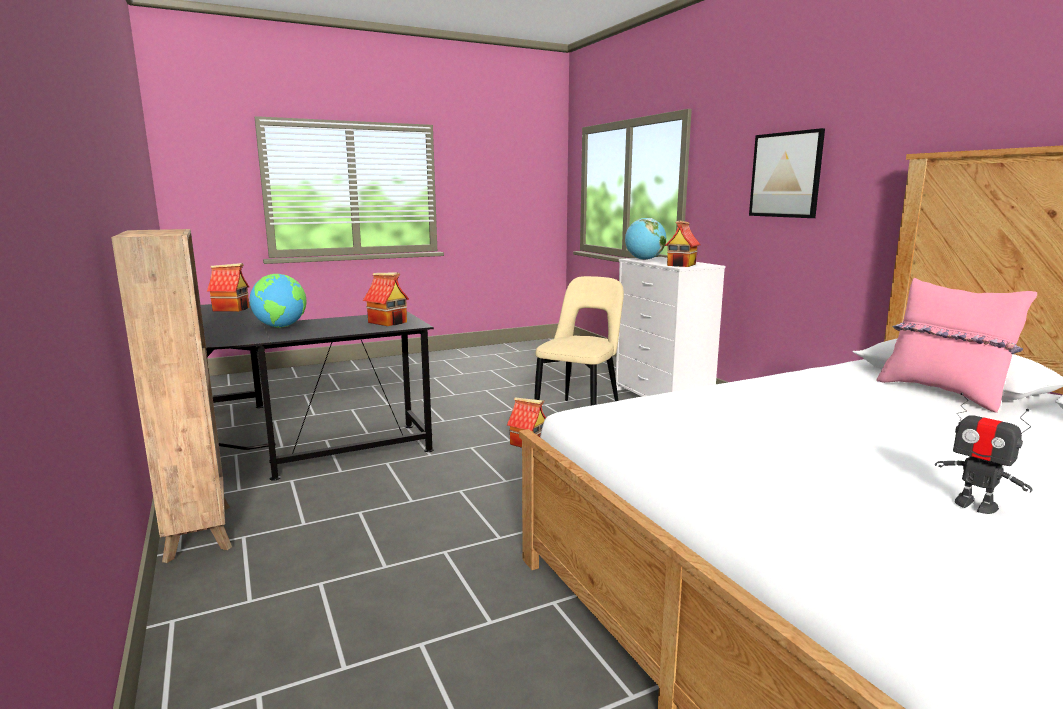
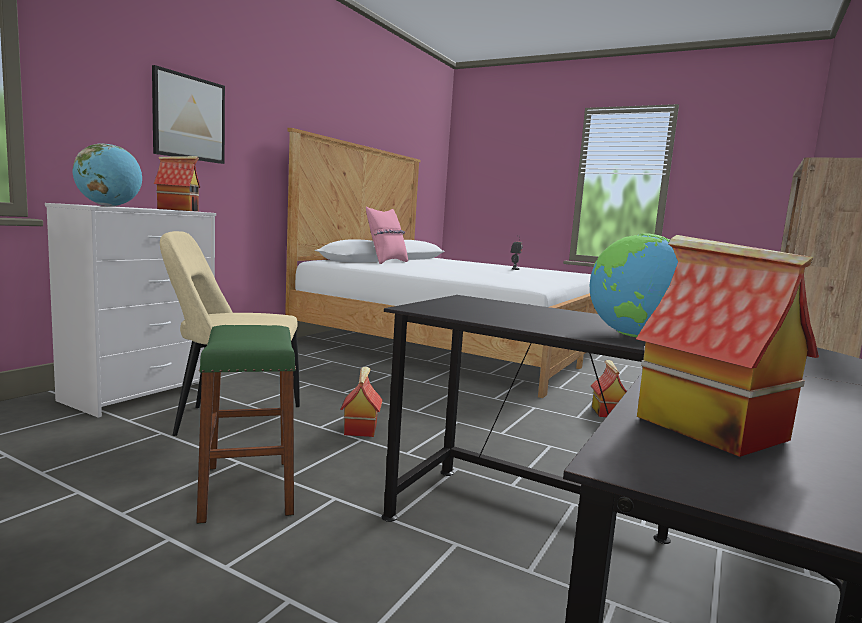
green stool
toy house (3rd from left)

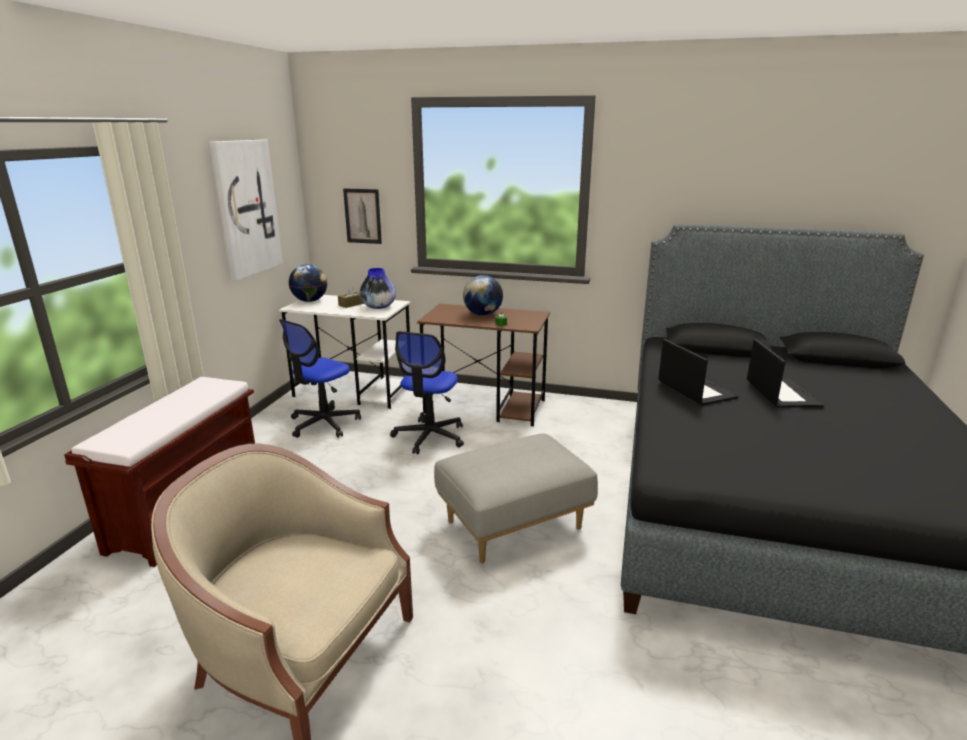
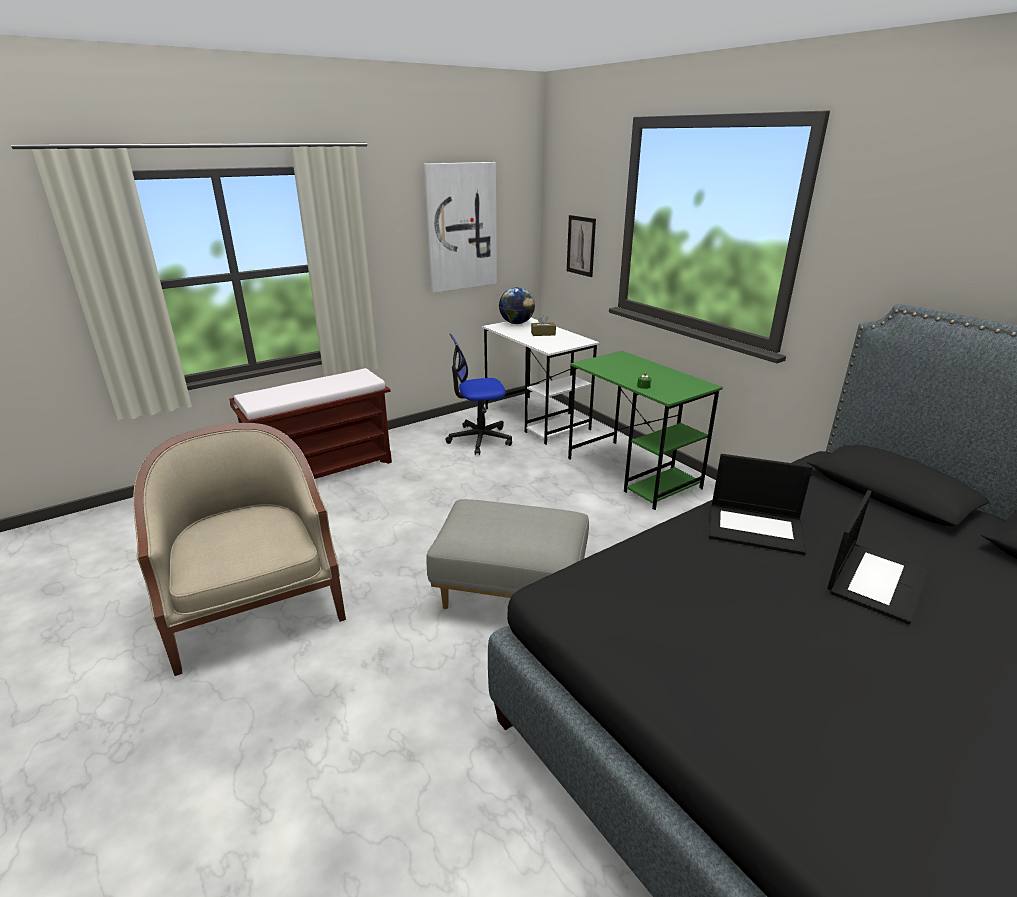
vase
office chair (2nd from left in the first image)
globe (2nd from left in the first image)
green desk
laptop (1st from left)

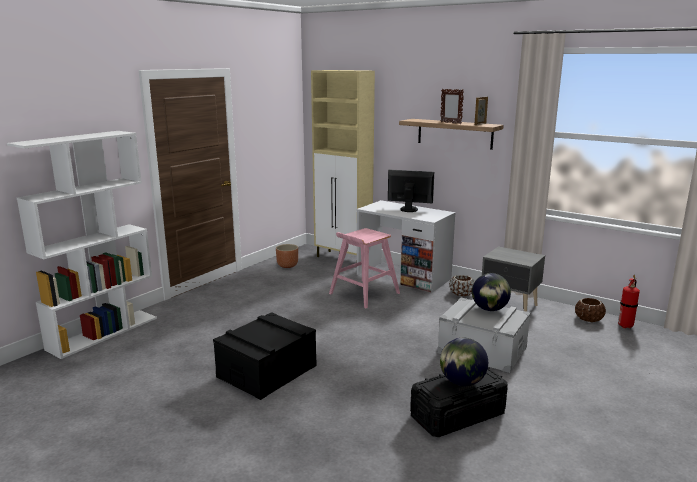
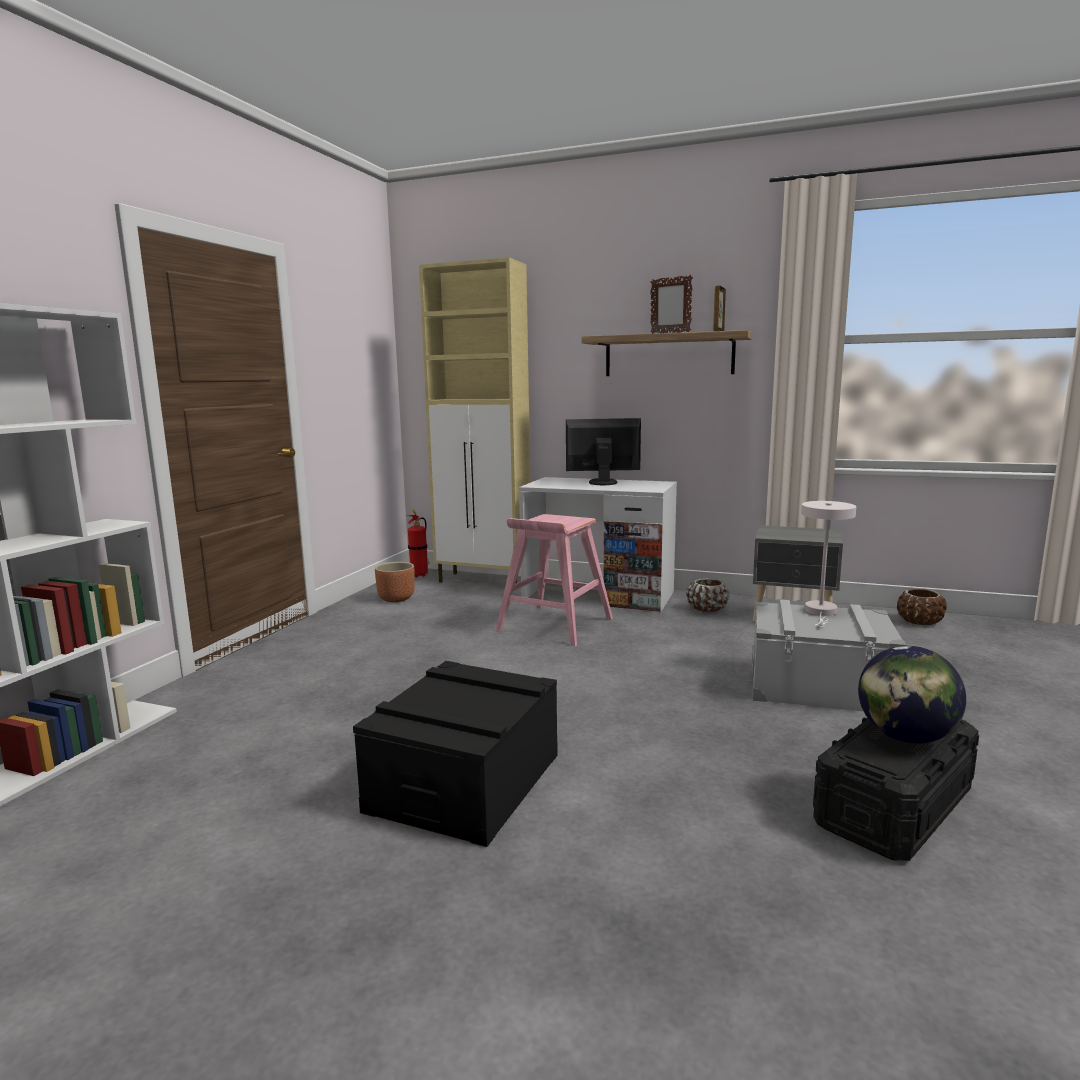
fire extinguisher
white table lamp

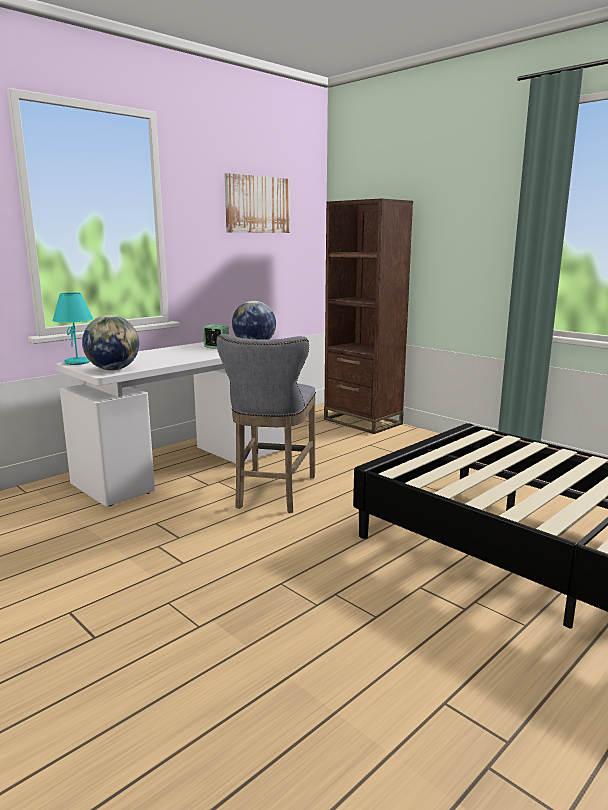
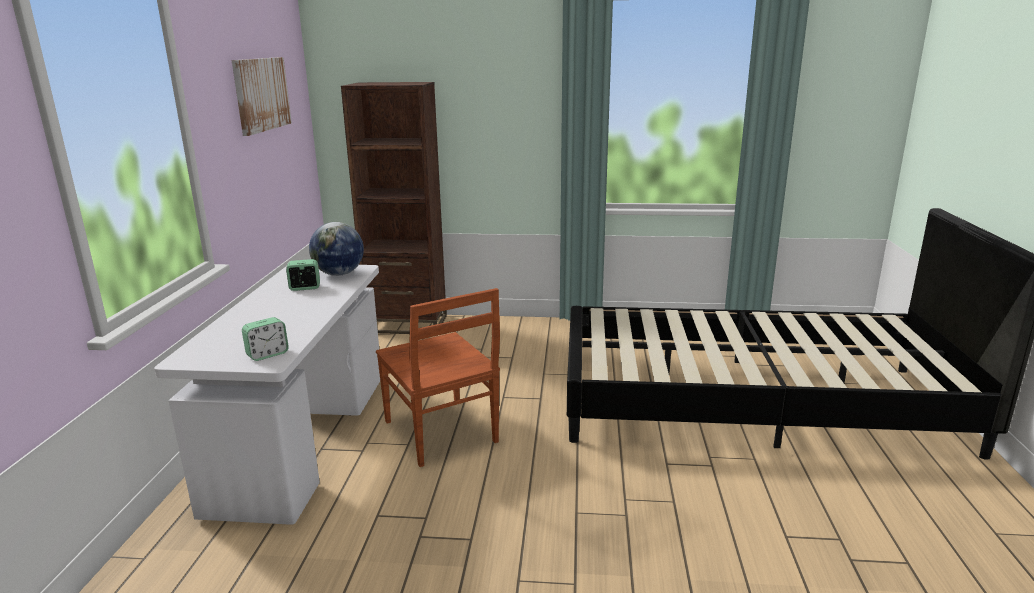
turquoise table lamp
alarm clock (1st from left)
brown chair

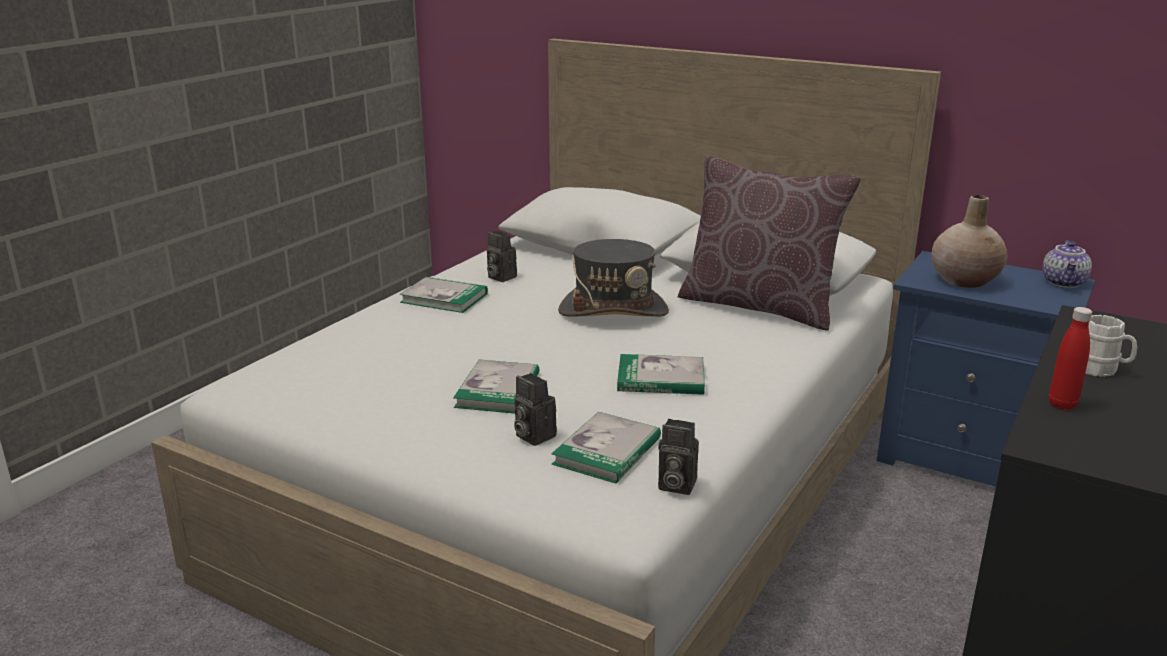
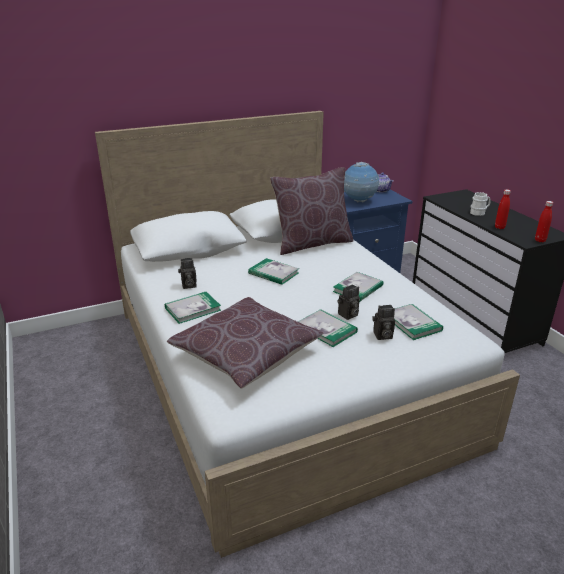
brown pillow (1st from left)
red bottle (2nd from left)
photo camera (2nd from left)
book (2nd from left)
globe

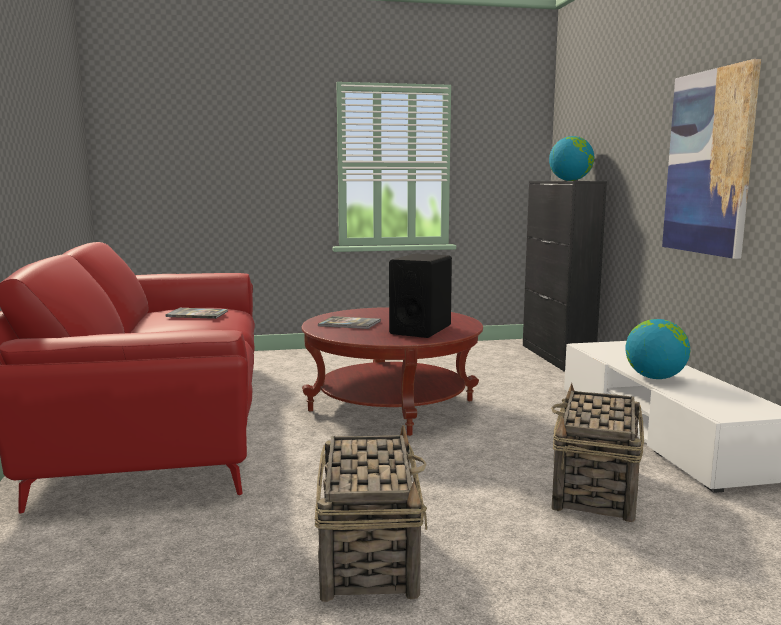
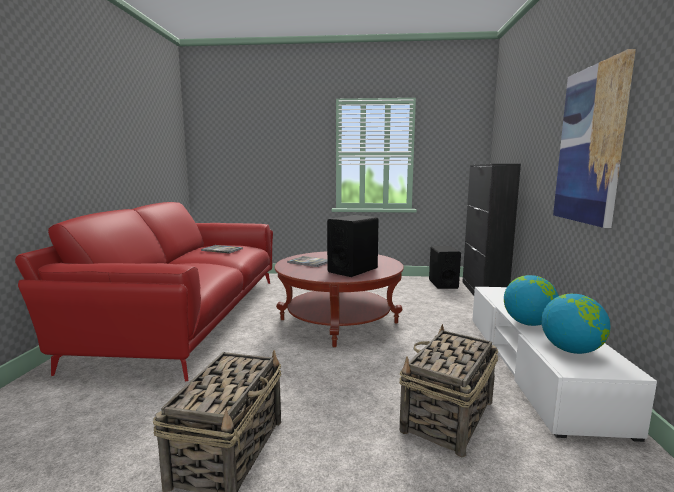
black speaker (2nd from left)
globe (2nd from left)

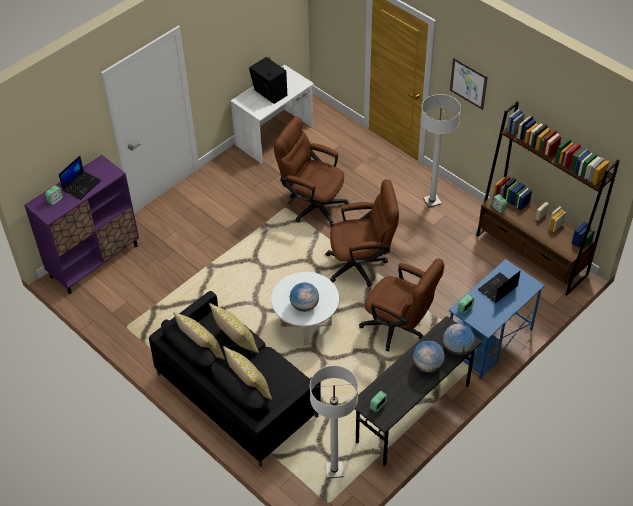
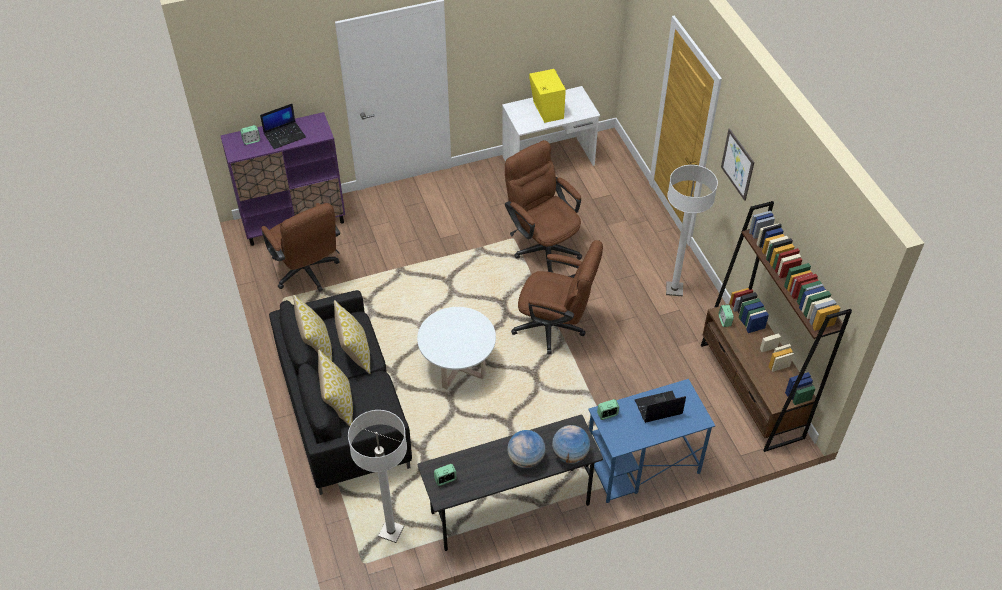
globe (1st from left in the first image)
brown office chair (1st from left)
yellow speaker

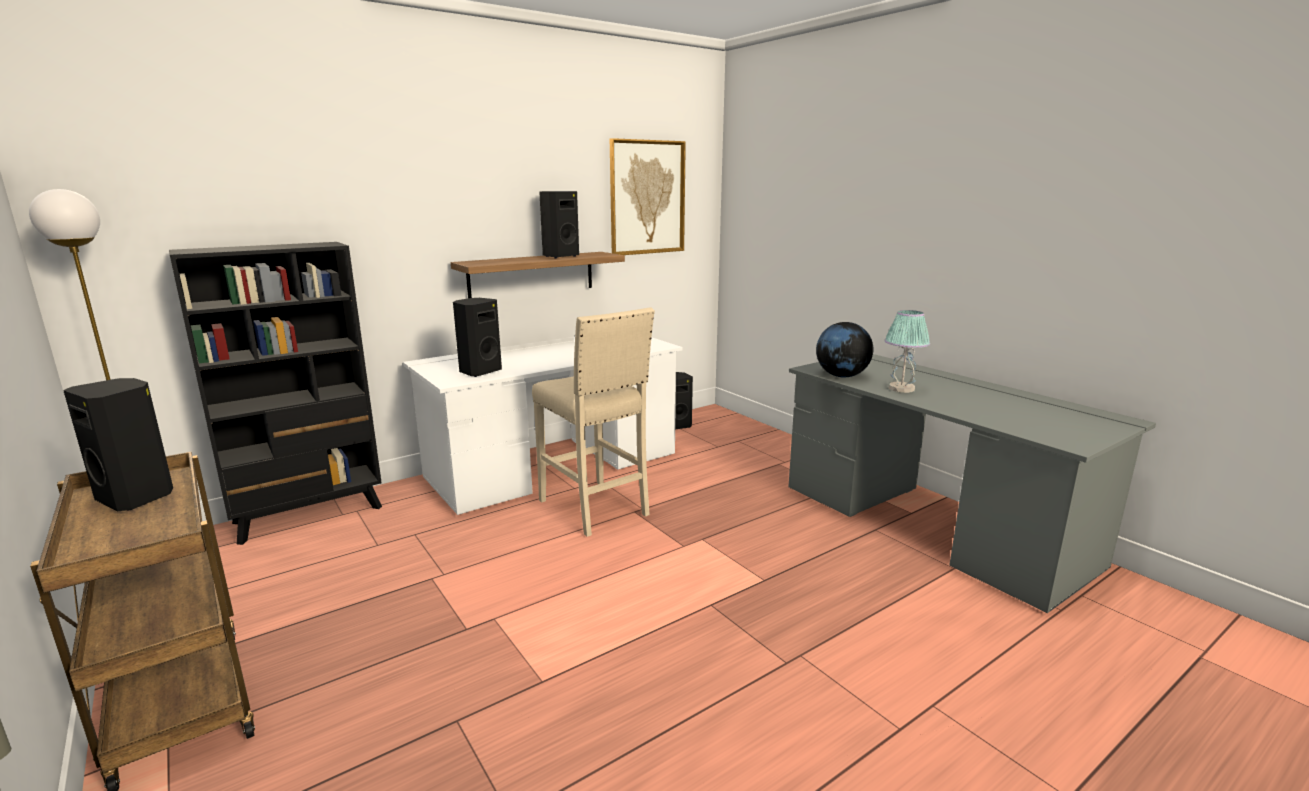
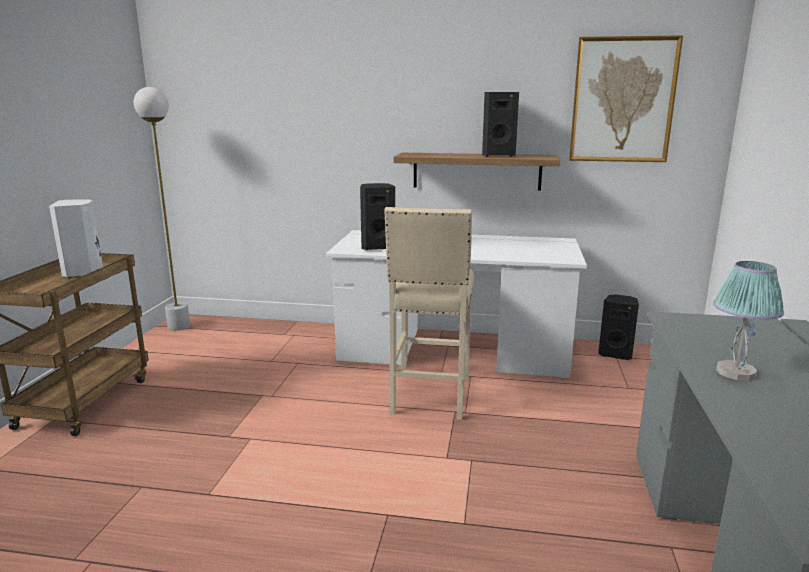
black bookcase
globe
white speaker

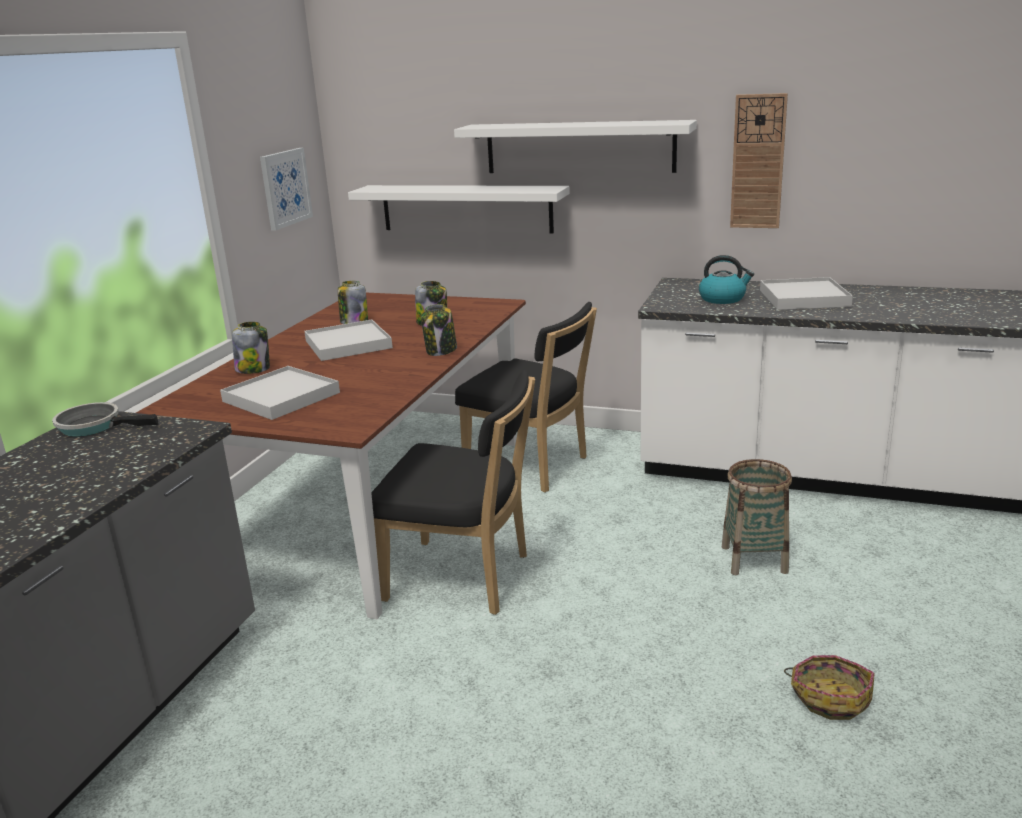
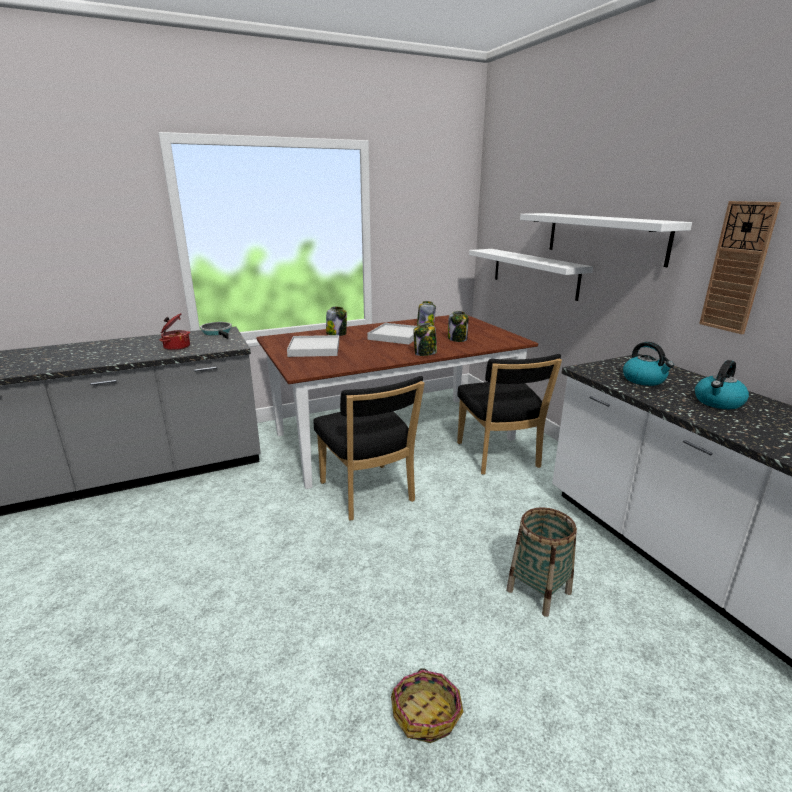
picture
cooking pot
kettle (2nd from left)

